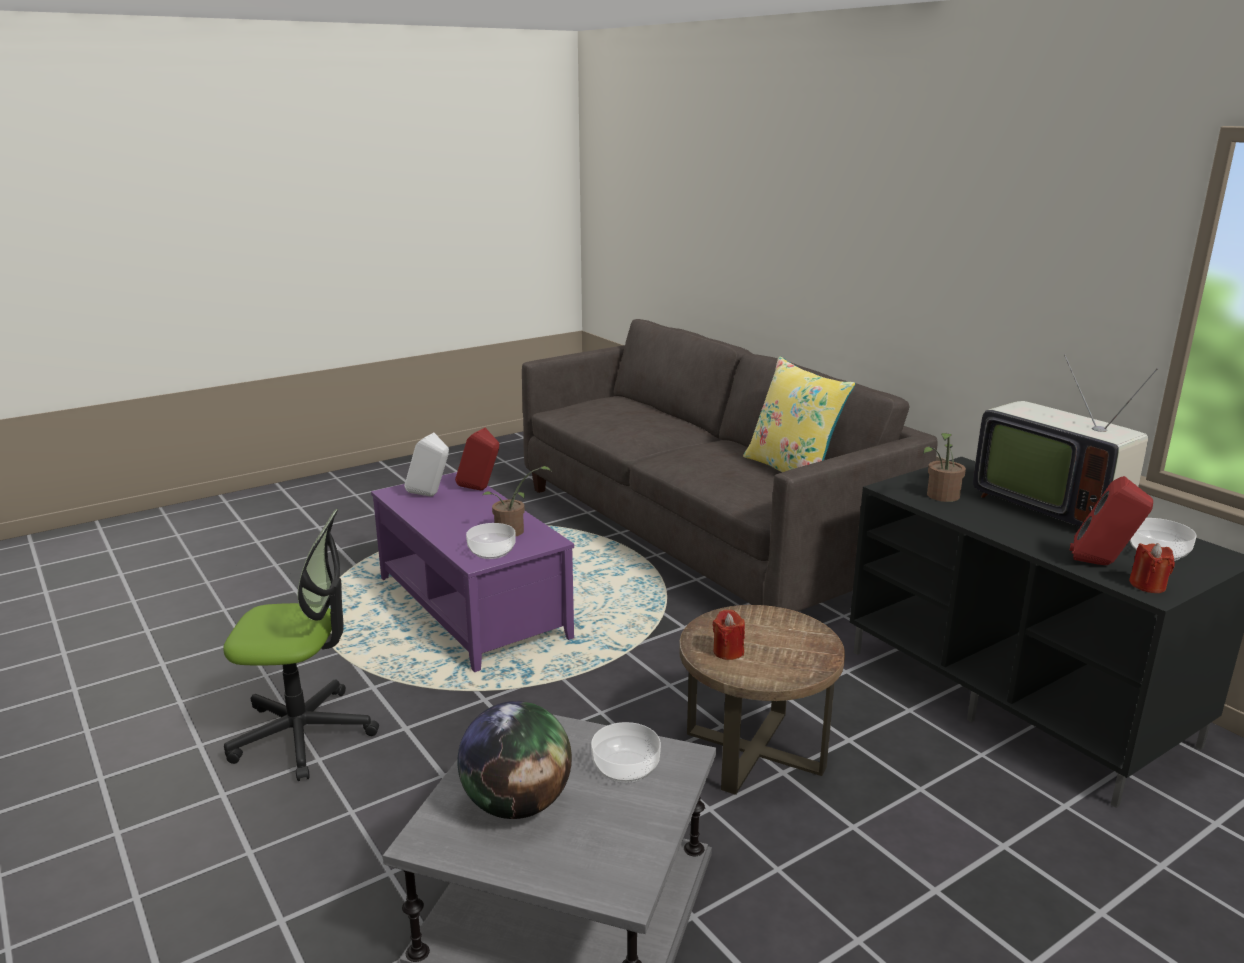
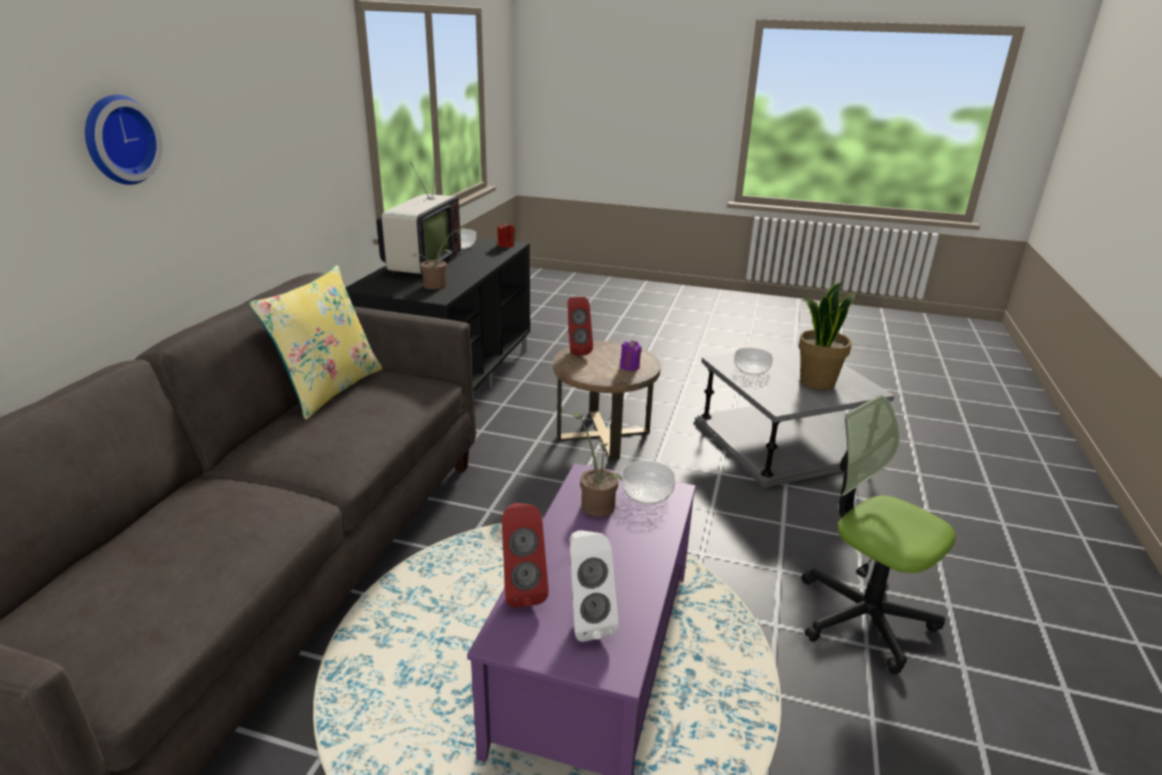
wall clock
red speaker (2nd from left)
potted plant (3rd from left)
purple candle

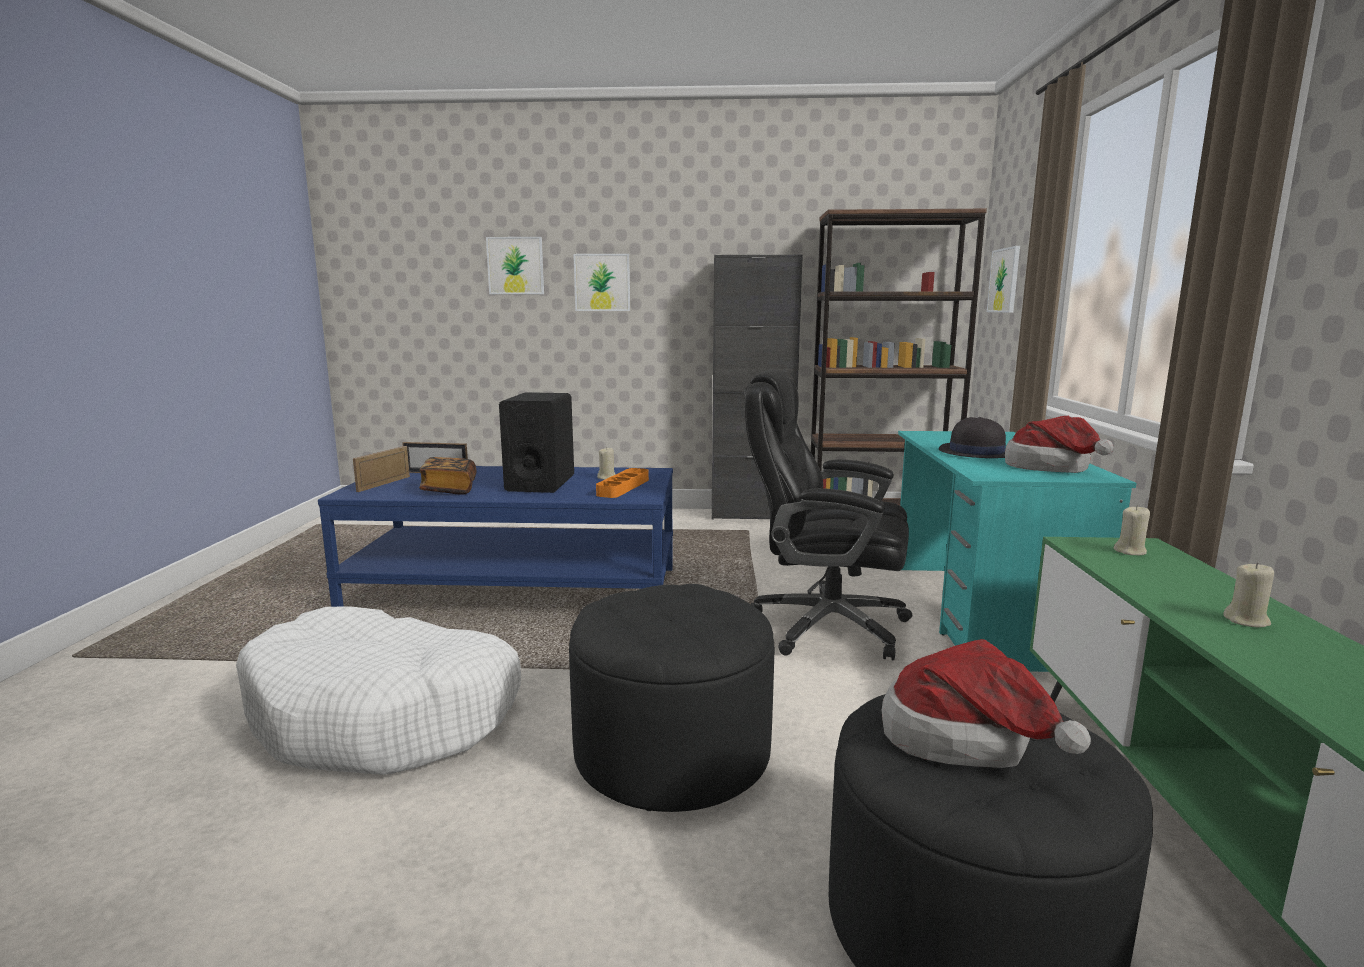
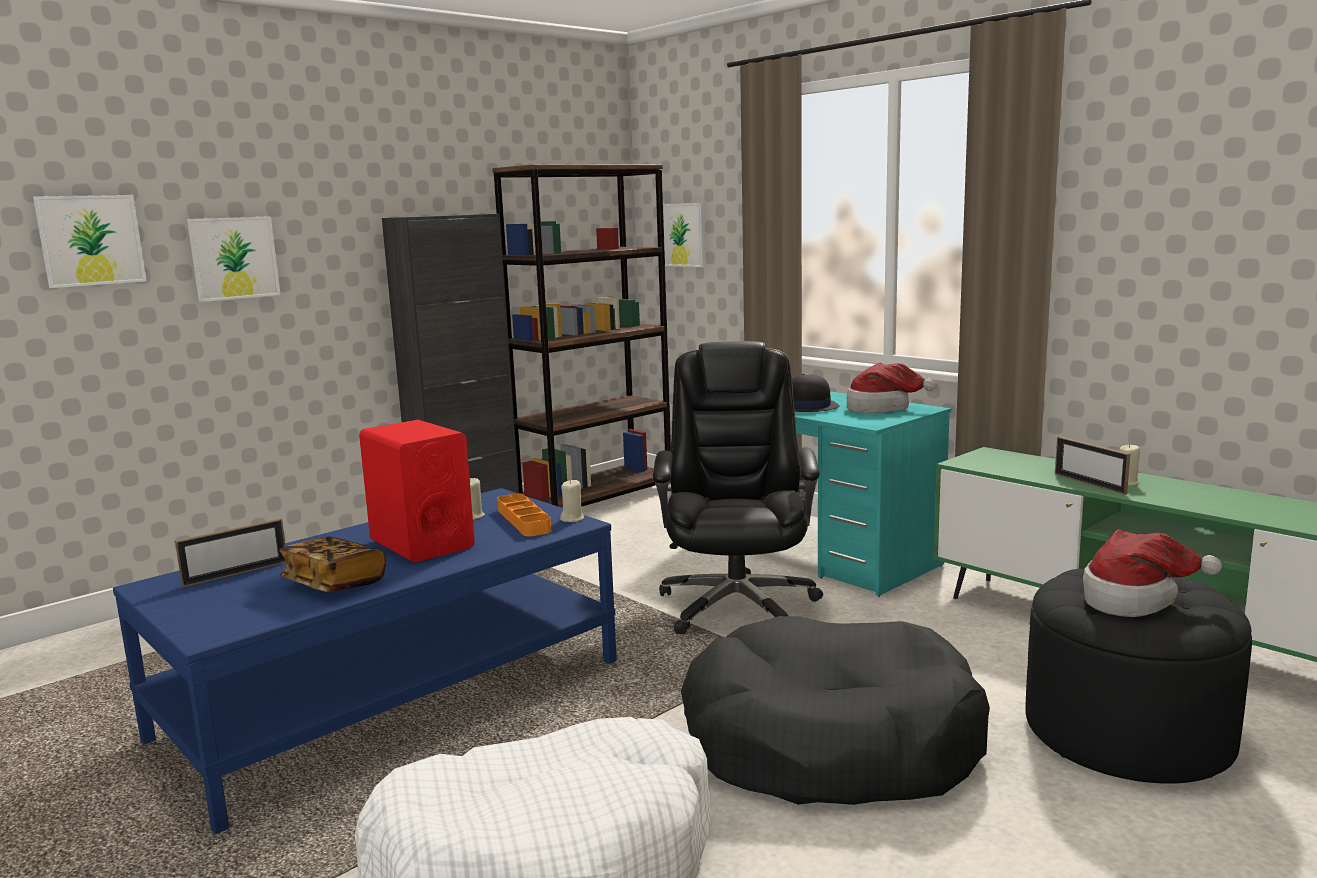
picture frame (2nd from left)
beige candle (2nd from left)
black dog bed
red speaker
black office chair

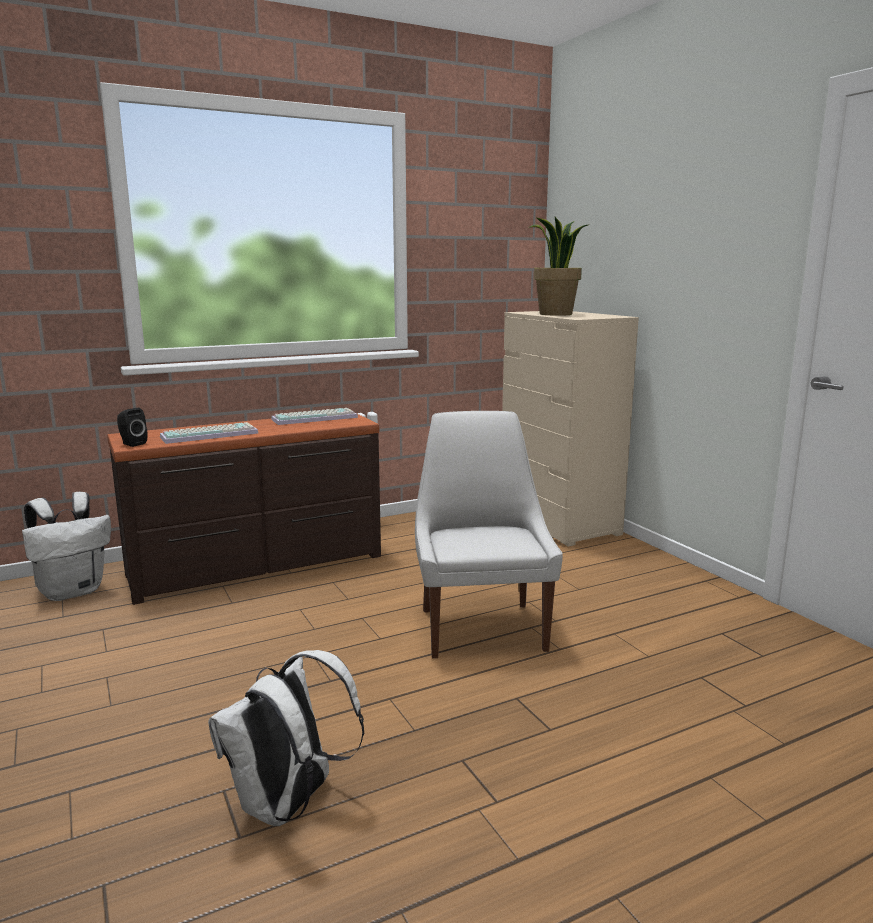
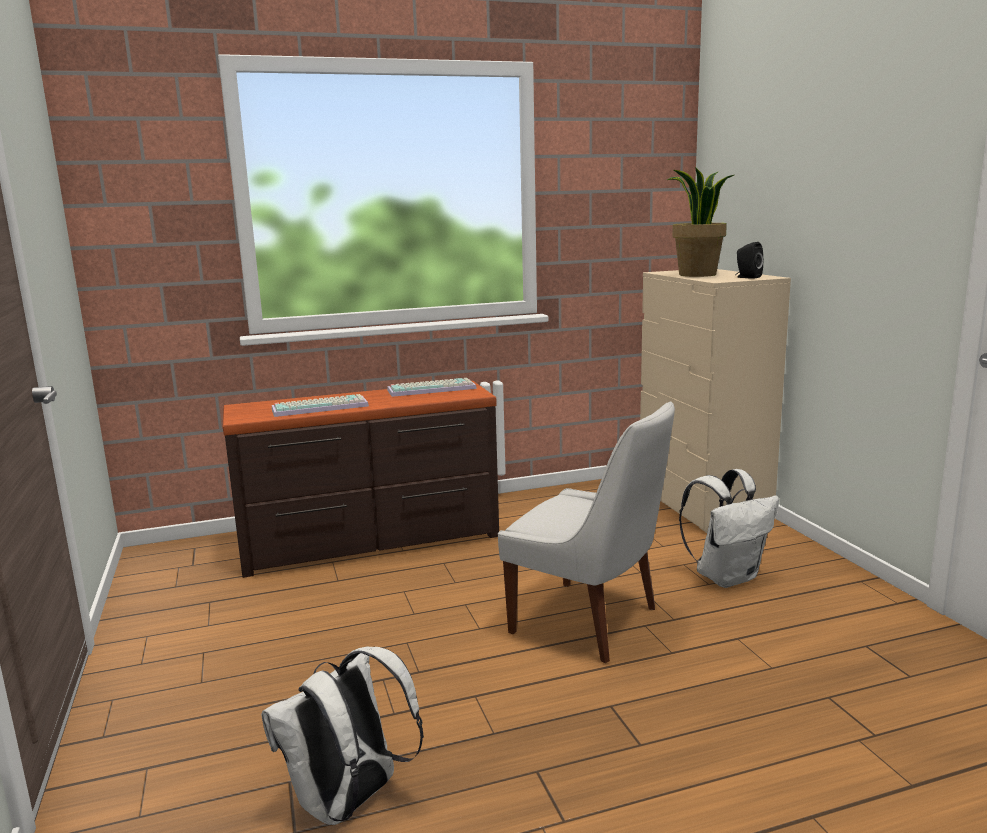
white backpack (2nd from left)
black speaker
white chair

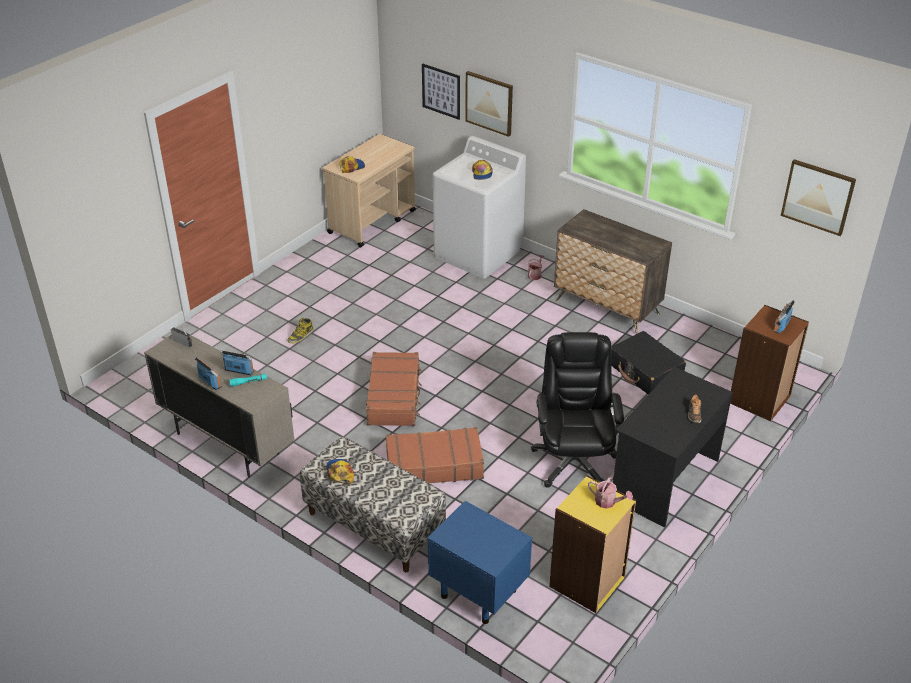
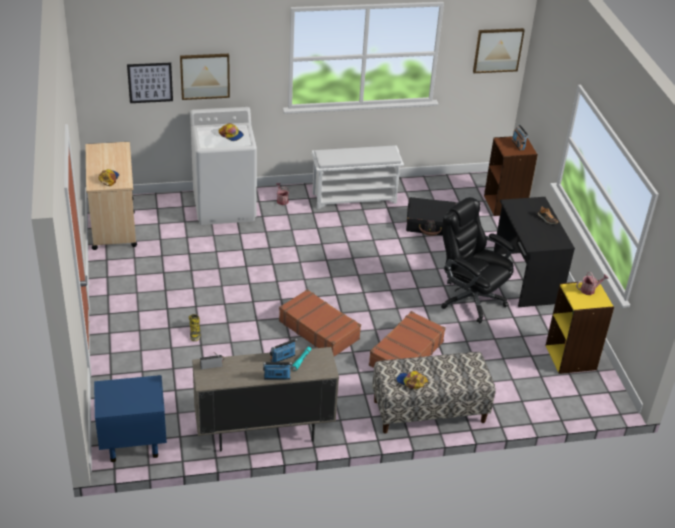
blue nightstand
white shoe rack

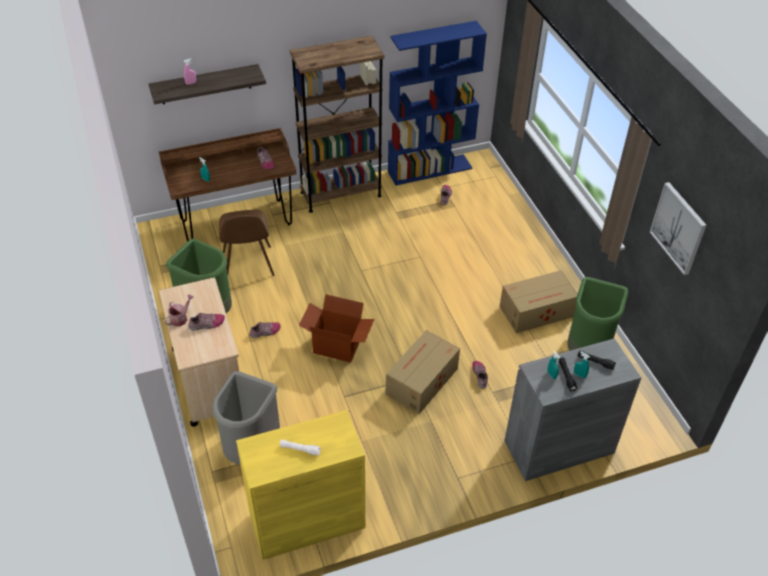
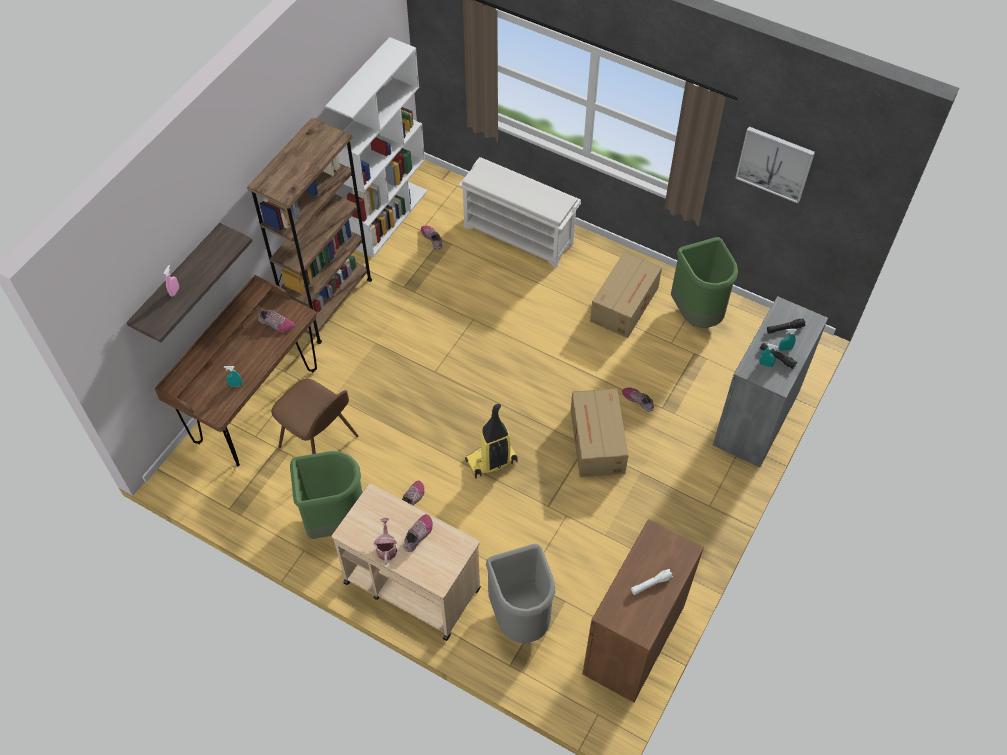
white shoe rack
vacuum cleaner
brown cabinet
white bookcase

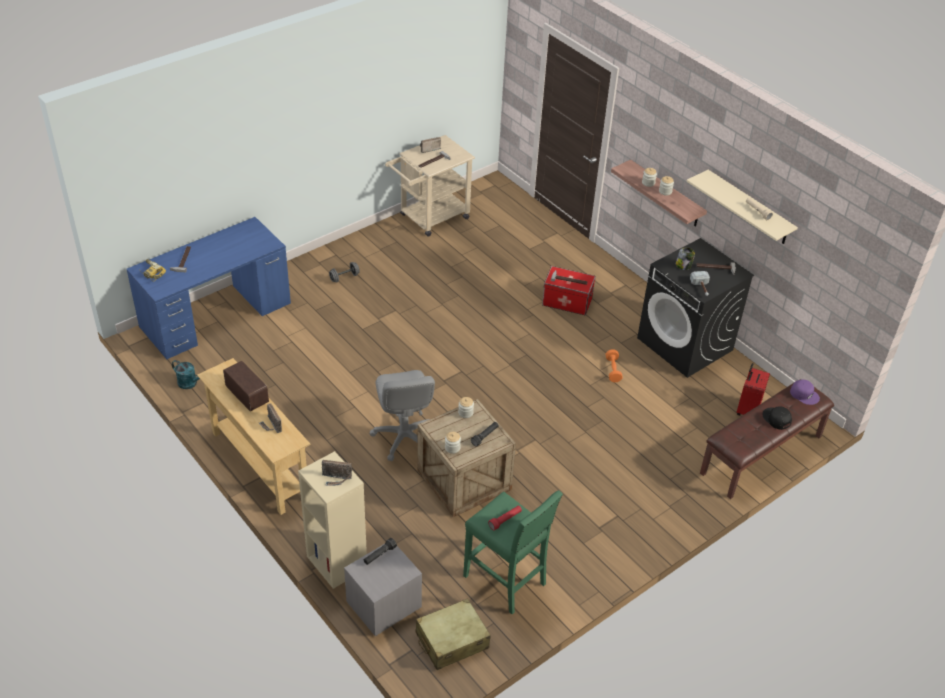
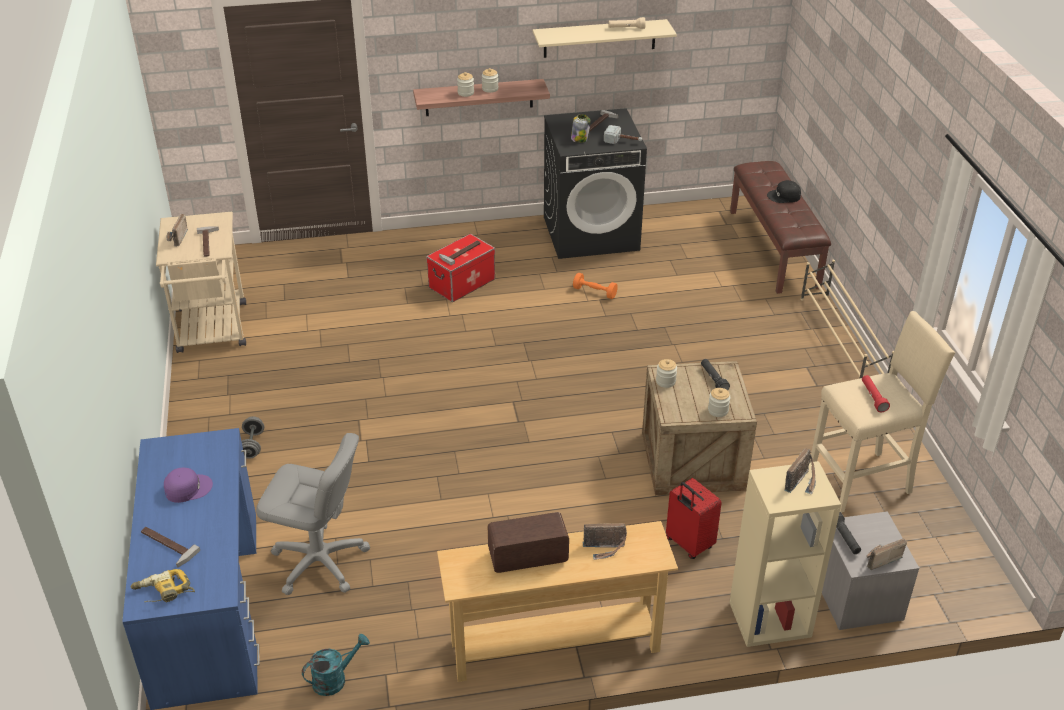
beige suitcase
beige shoe rack
radio (5th from left)
grey office chair
red suitcase
purple cap
beige stool

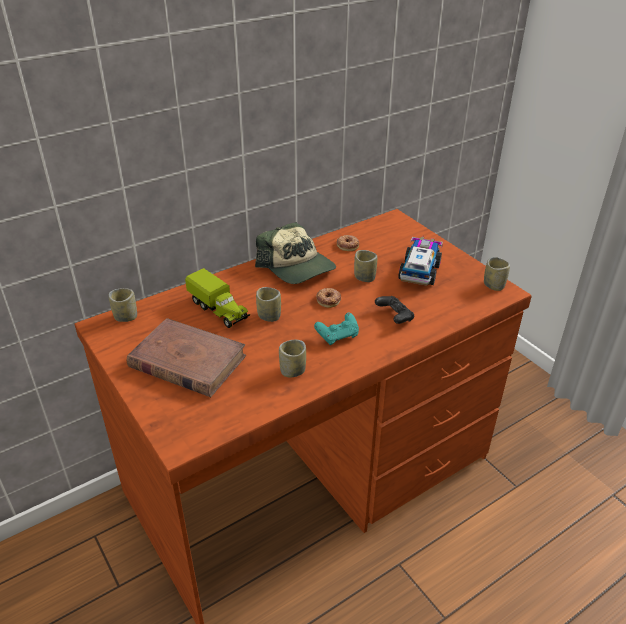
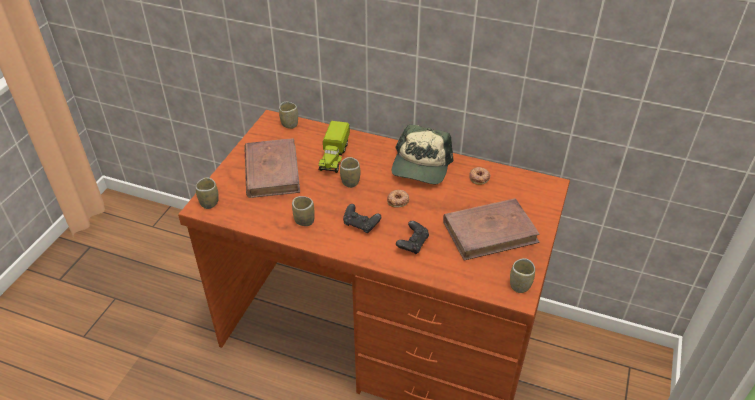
cup (1st from left)
brown book (2nd from left)
black game controller (1st from left)

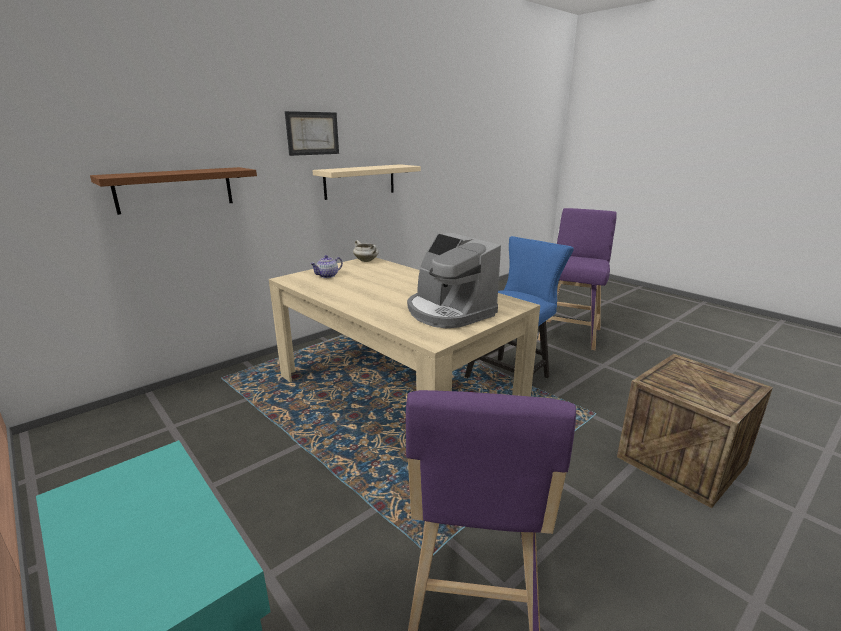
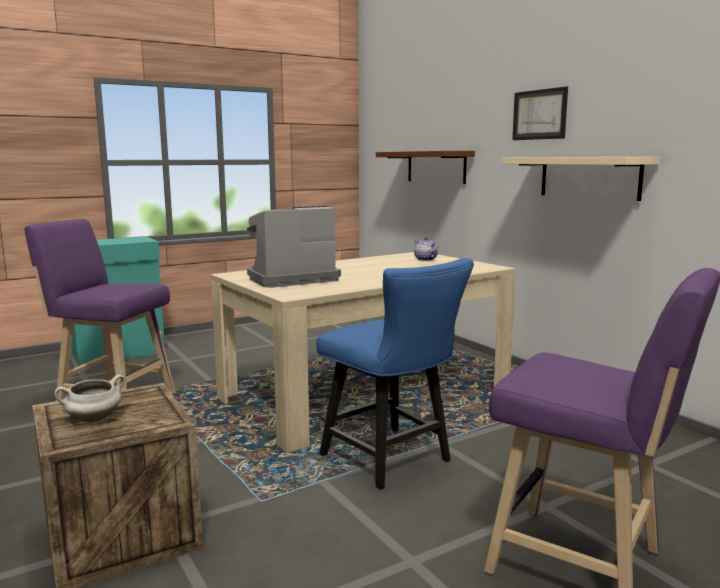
white cooking pot

